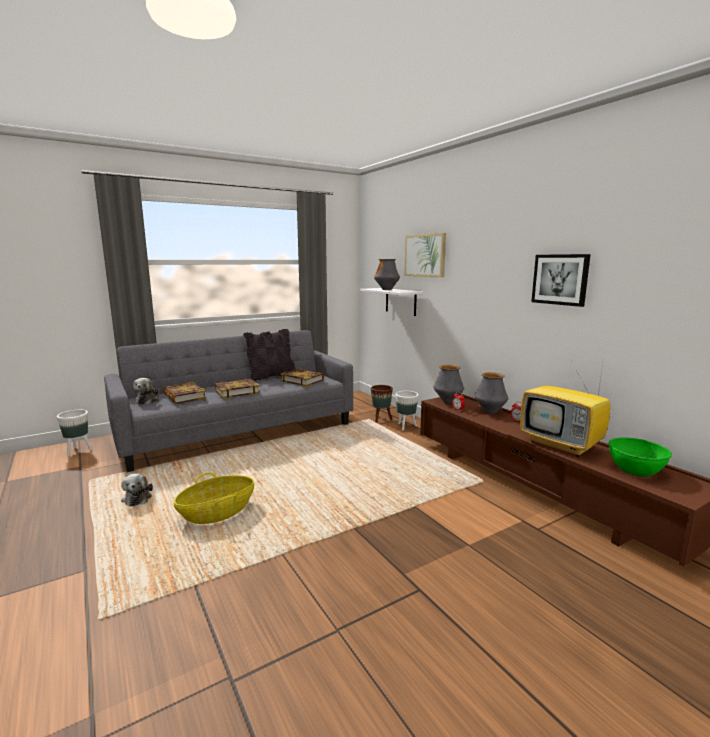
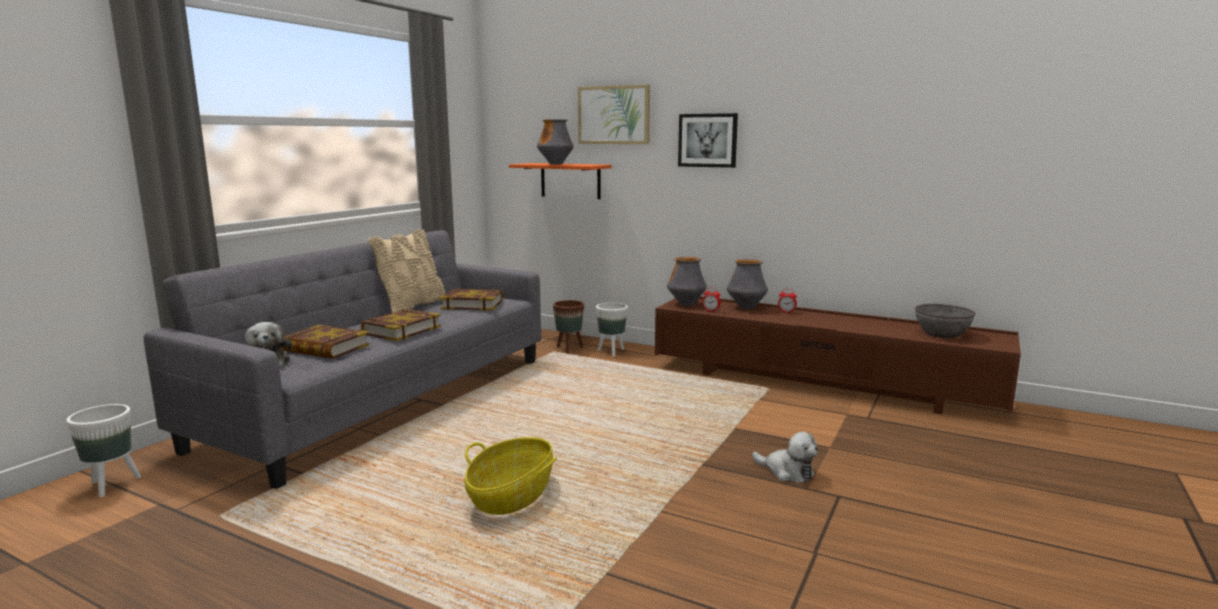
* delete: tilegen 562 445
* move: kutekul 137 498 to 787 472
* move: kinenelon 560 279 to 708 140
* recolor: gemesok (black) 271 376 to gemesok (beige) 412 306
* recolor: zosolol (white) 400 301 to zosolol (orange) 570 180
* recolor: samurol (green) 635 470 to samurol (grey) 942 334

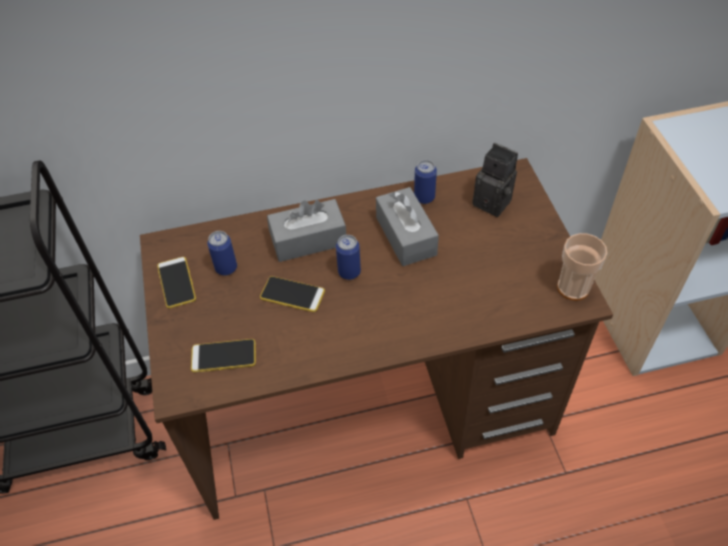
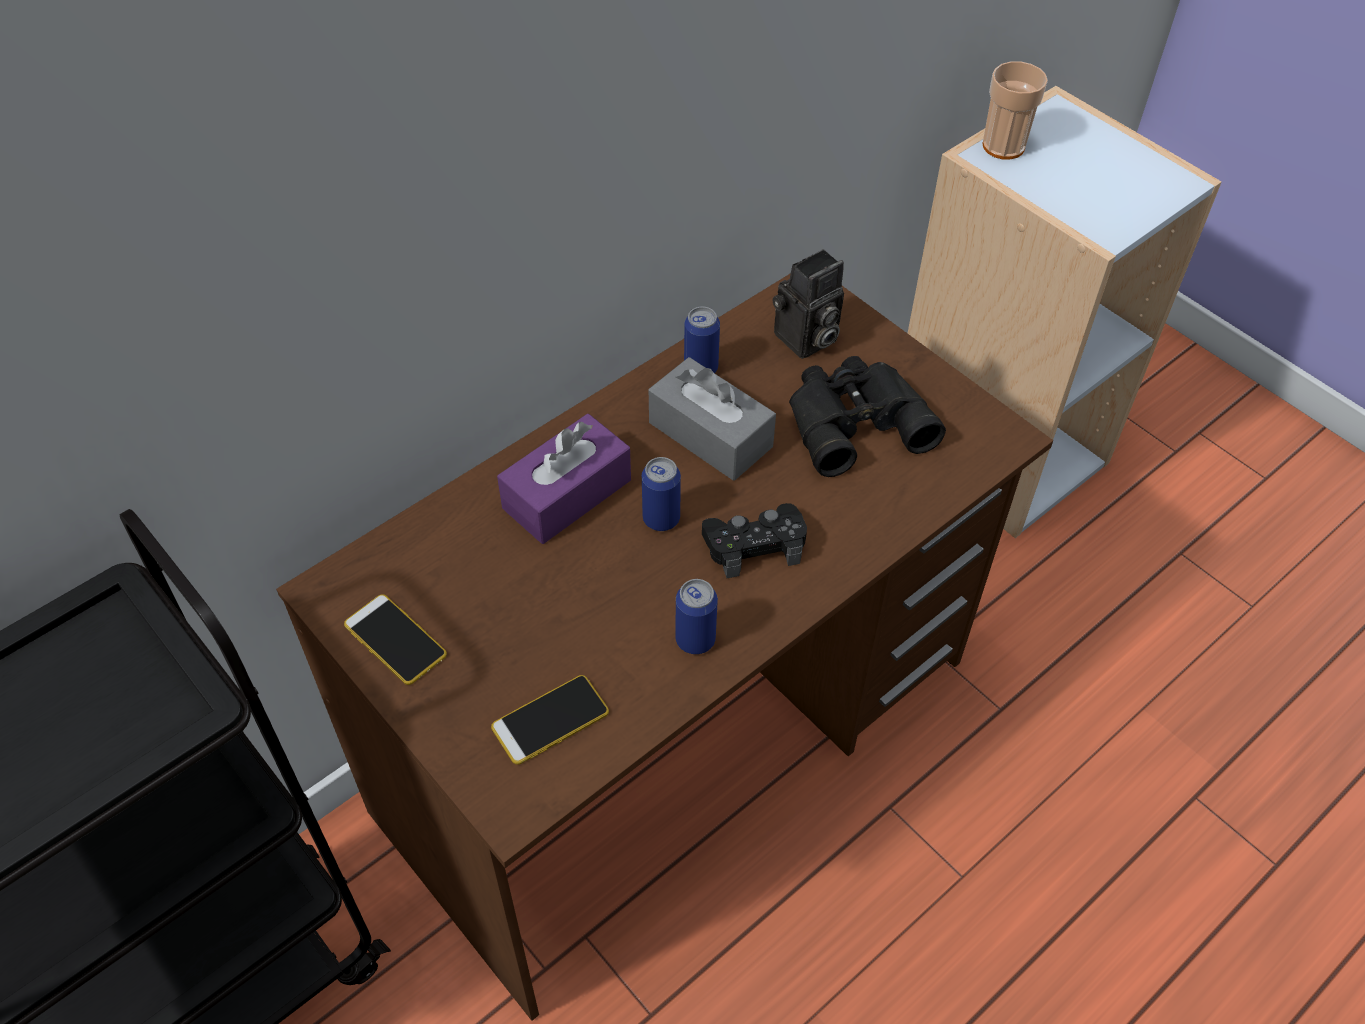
* delete: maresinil 292 294
* insert: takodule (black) 754 545
* insert: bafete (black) 853 420
* move: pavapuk 226 268 to 695 640
* move: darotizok 573 287 to 1003 146
* recolor: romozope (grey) 308 240 to romozope (purple) 567 494
* rotate: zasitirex 495 202 = 805 340 135 degrees clockwise

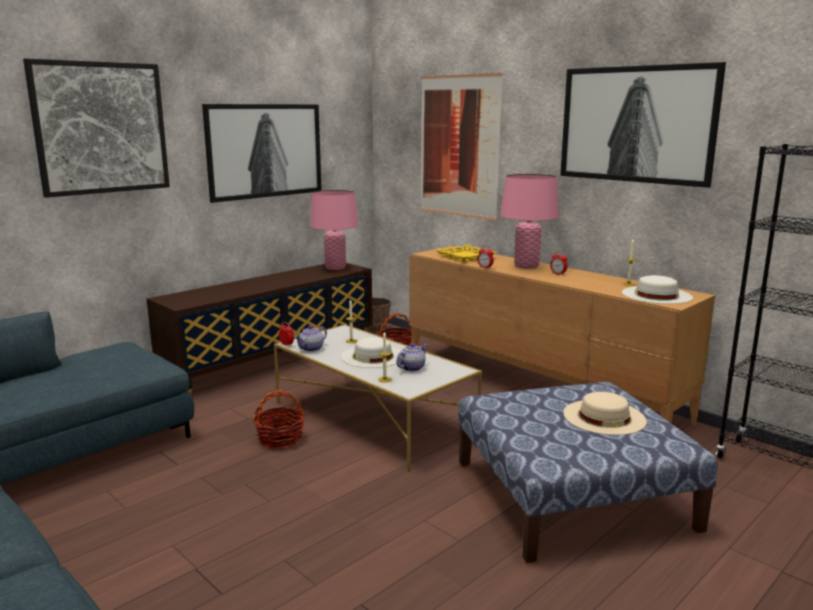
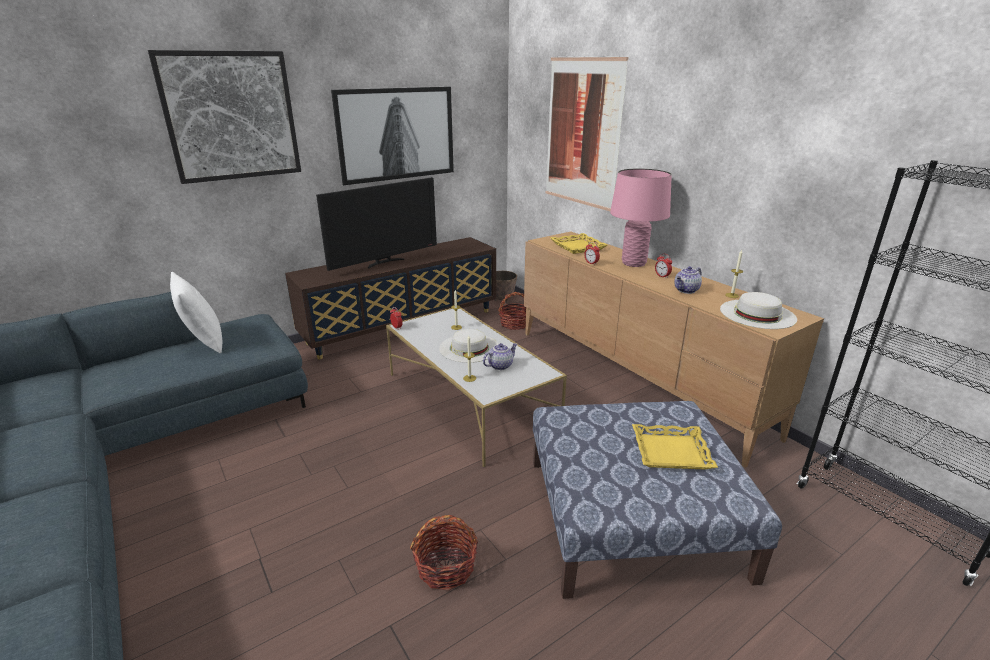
* delete: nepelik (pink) 335 268
* delete: kinenelon 635 124
* insert: gemesok (white) 204 342
* insert: tilegen 384 262
* move: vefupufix 280 439 to 446 567
* move: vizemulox 311 349 to 686 290
* replace: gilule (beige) 604 417 to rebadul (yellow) 671 451

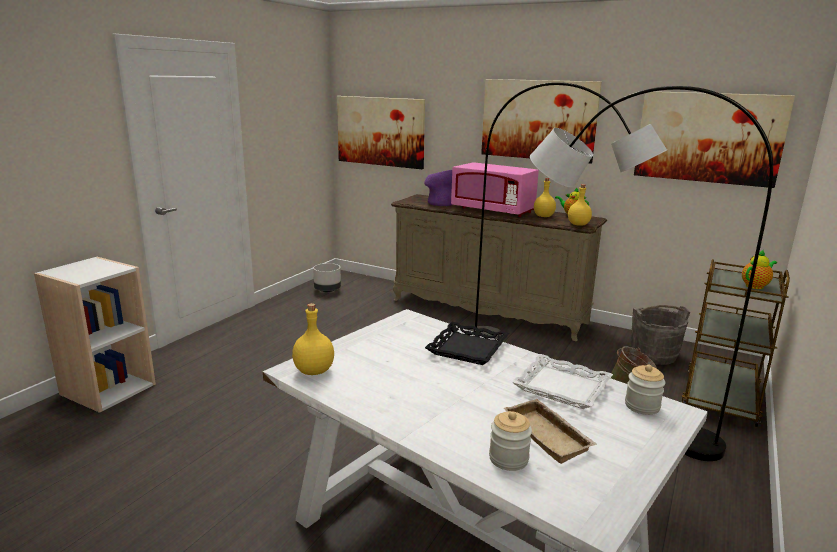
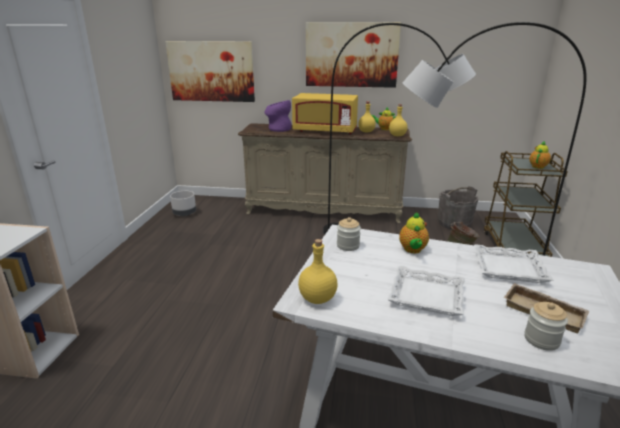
* delete: kinenelon 708 138
* insert: rebadul (white) 426 295
* move: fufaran 642 406 to 348 246
* replace: rebadul (black) 467 348 to vizemulox 412 250
* recolor: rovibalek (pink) 493 210 to rovibalek (yellow) 325 131

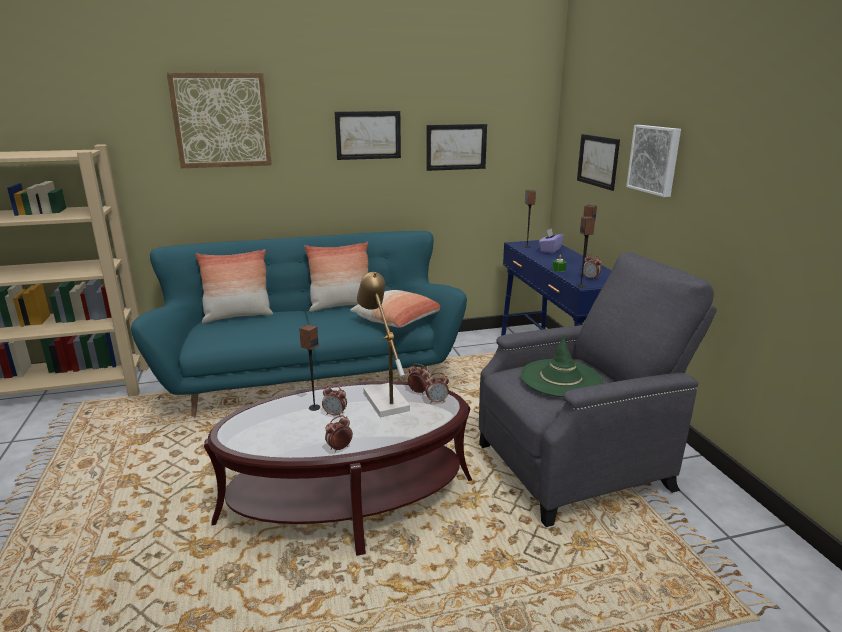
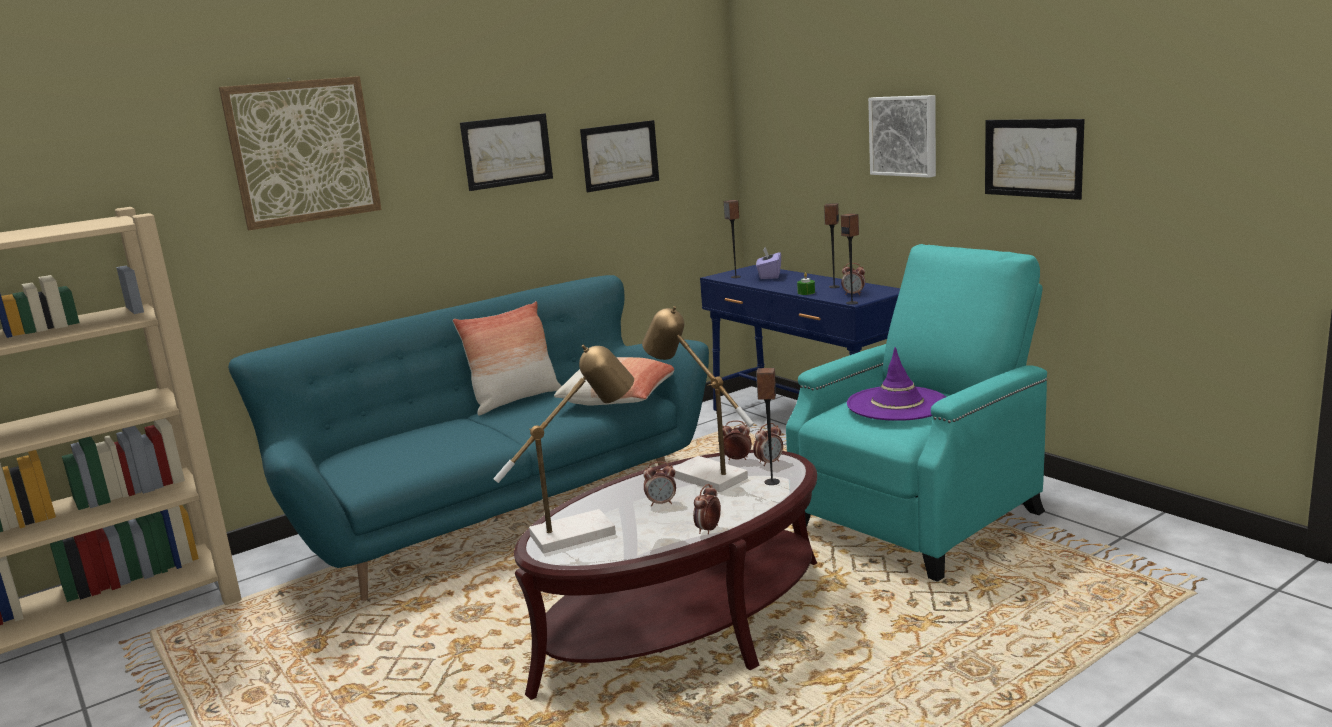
* delete: gemesok 238 316
* insert: nepelik 583 531
* move: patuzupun 314 407 to 771 482
* move: kinenelon 598 161 to 1033 158
* recolor: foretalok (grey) 579 465 to foretalok (turquoise) 924 517
* recolor: gilule (green) 561 378 to gilule (purple) 897 404

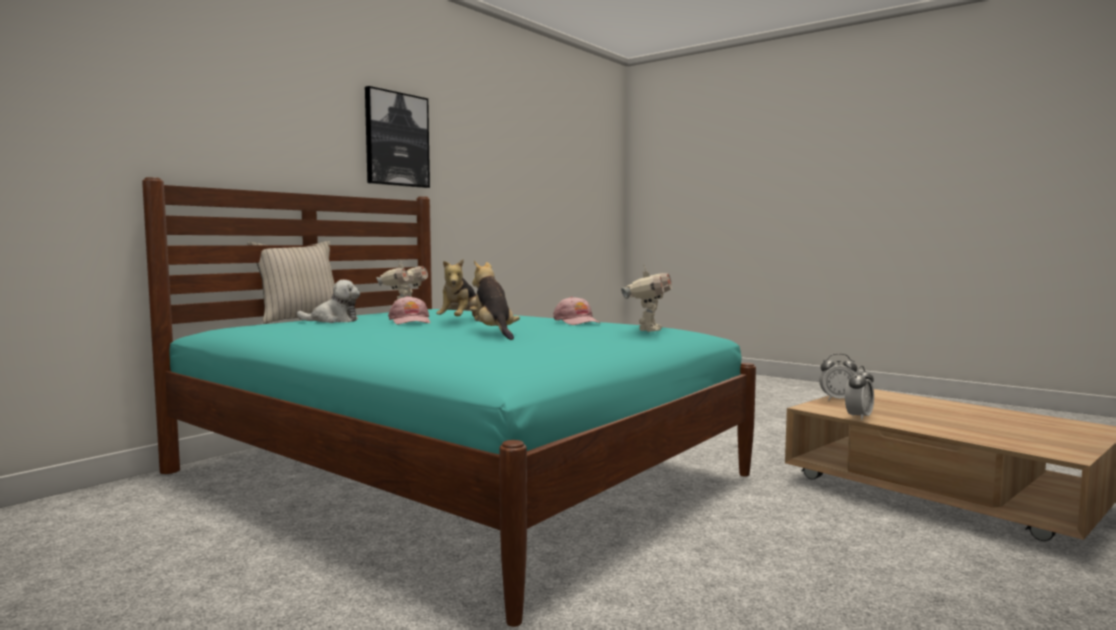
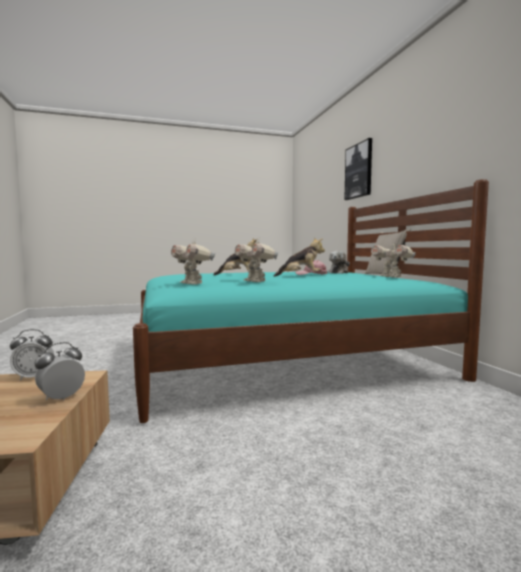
* move: kinenelon 396 139 to 359 171
* replace: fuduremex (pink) 577 322 to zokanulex 255 281
* rotate: kutekul 461 321 = 300 276 135 degrees clockwise
* rotate: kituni 858 417 = 34 377 90 degrees counterclockwise

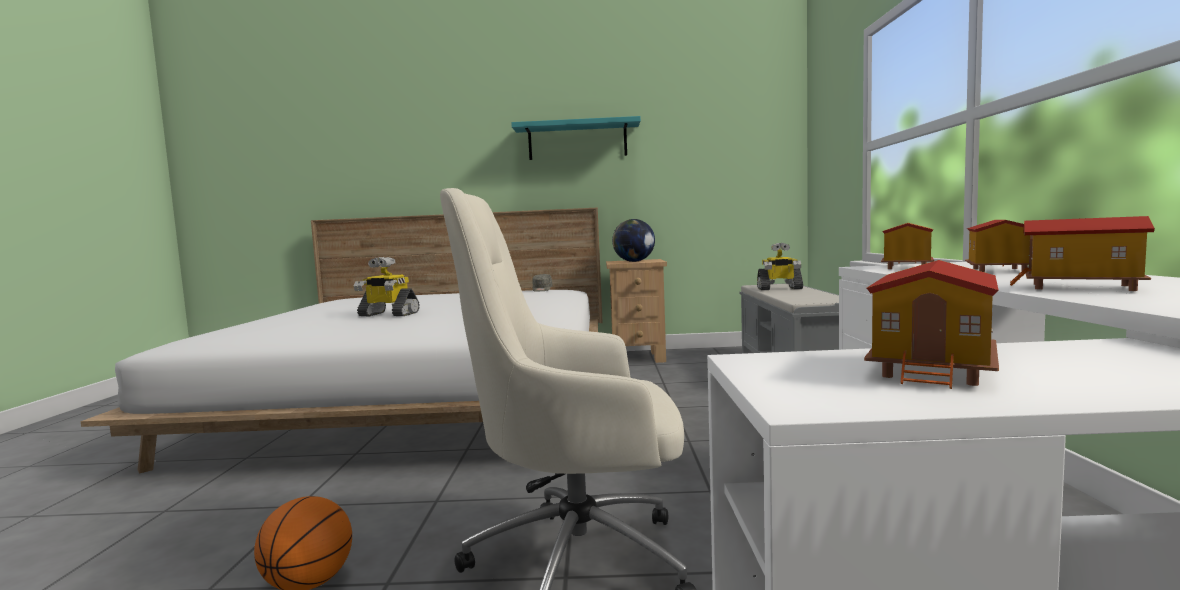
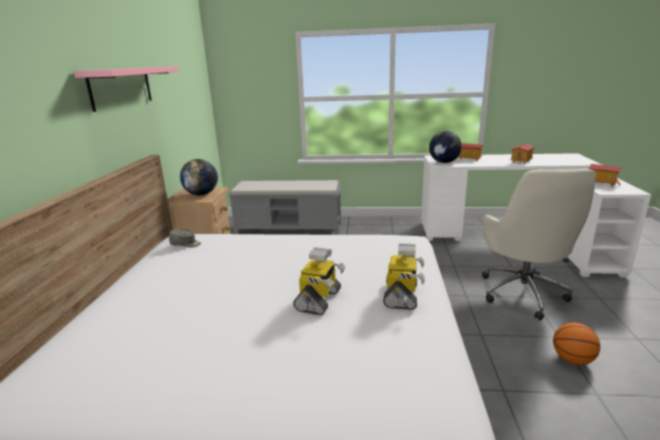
* move: zokanulex 779 288 to 402 296
* replace: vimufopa 905 267 to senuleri 444 162
* recolor: zosolol (turquoise) 577 141 to zosolol (pink) 121 87

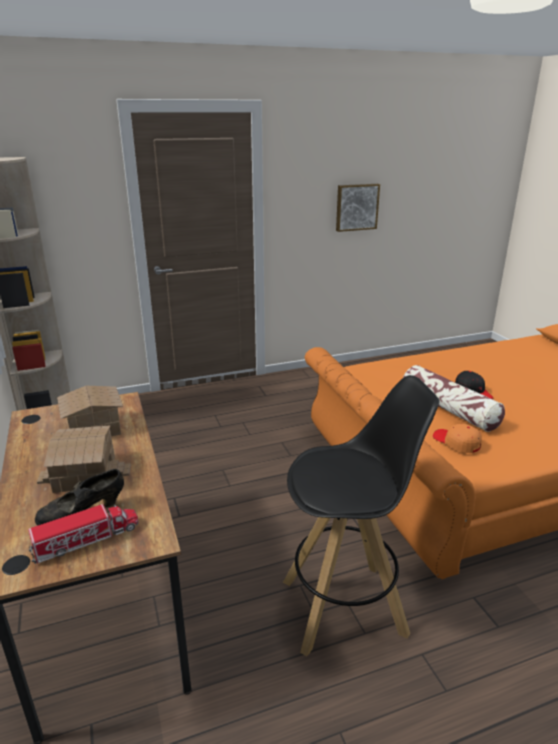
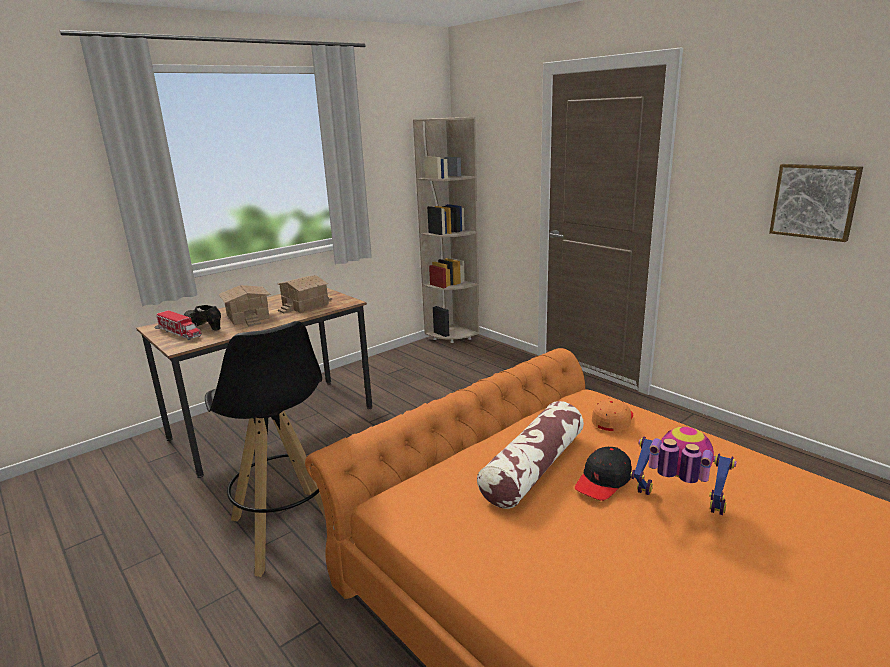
* insert: zokanulex 676 508
* move: fuduremex (orange) 456 442 to 612 420

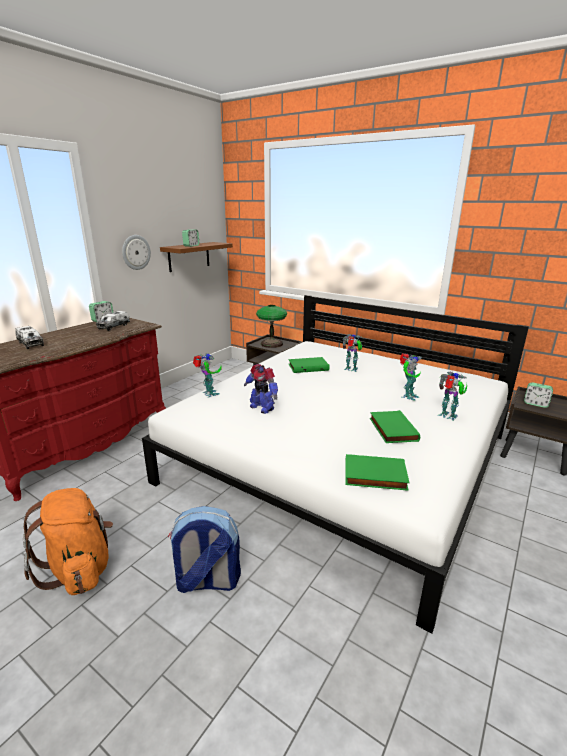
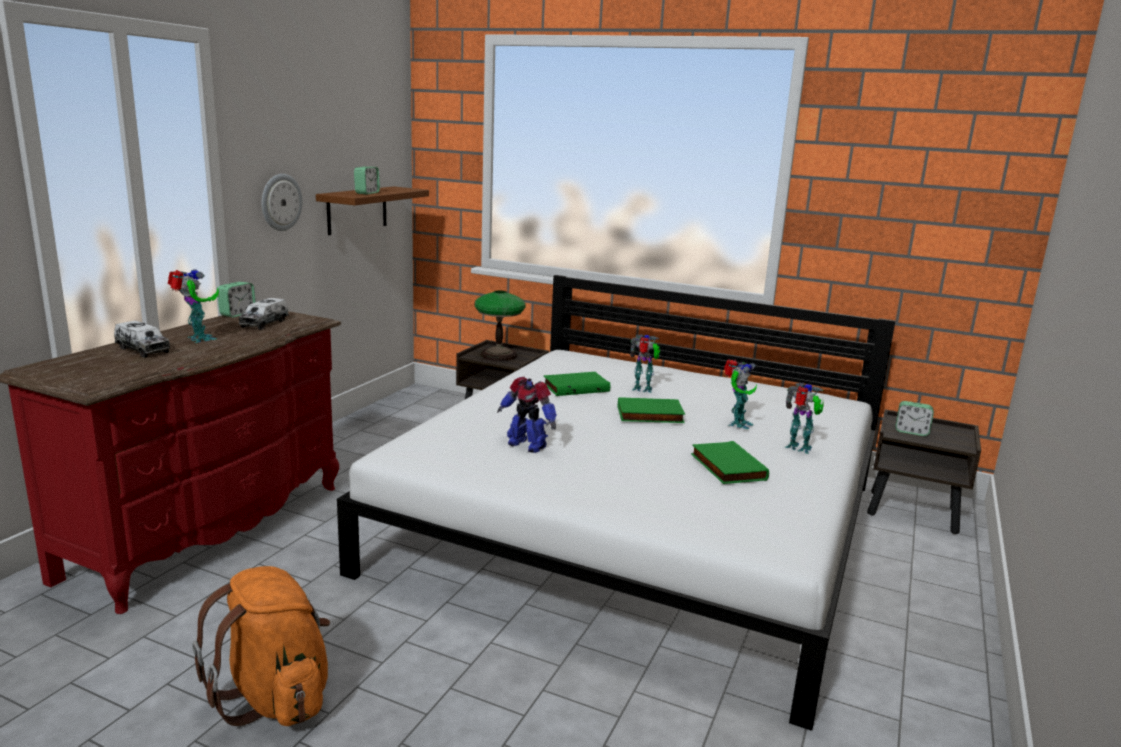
* delete: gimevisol 207 581
* move: zokanulex 209 394 to 198 339
* move: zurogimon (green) 374 476 to 649 415

